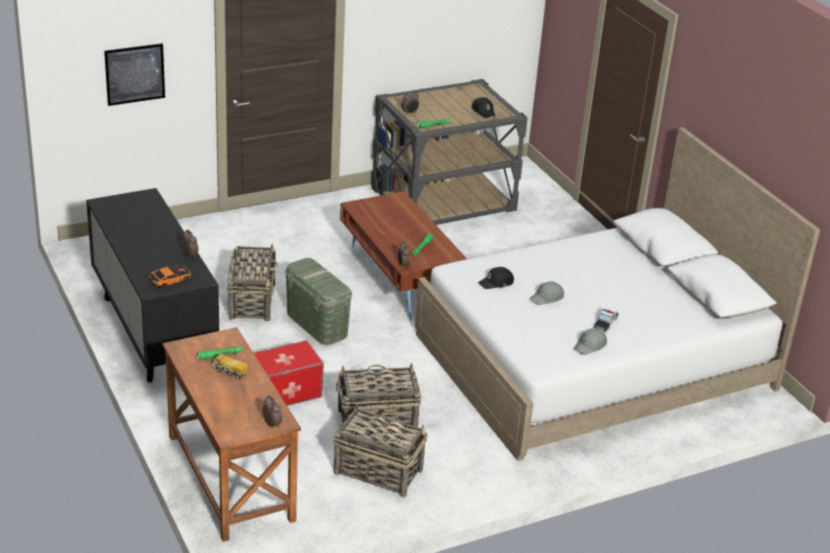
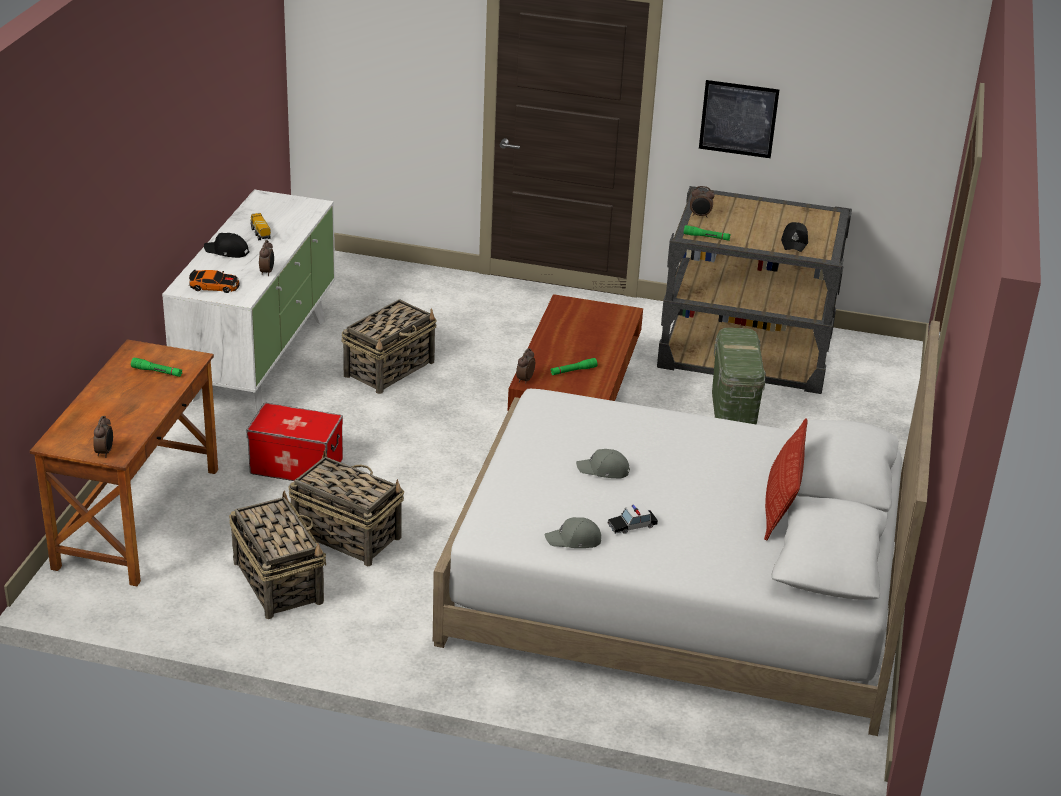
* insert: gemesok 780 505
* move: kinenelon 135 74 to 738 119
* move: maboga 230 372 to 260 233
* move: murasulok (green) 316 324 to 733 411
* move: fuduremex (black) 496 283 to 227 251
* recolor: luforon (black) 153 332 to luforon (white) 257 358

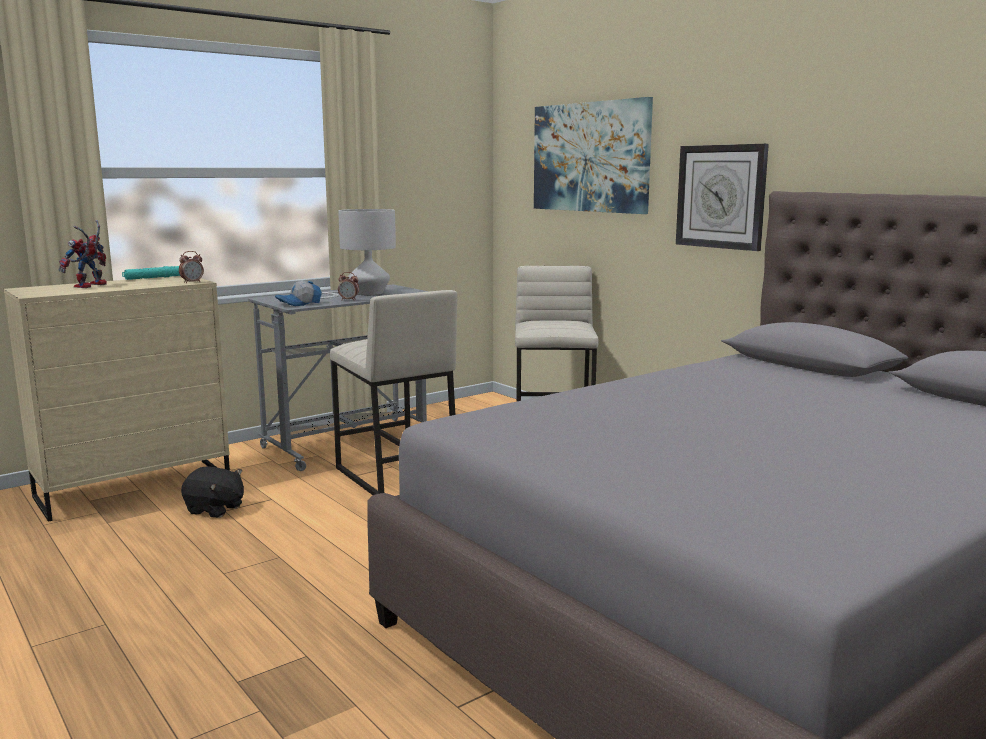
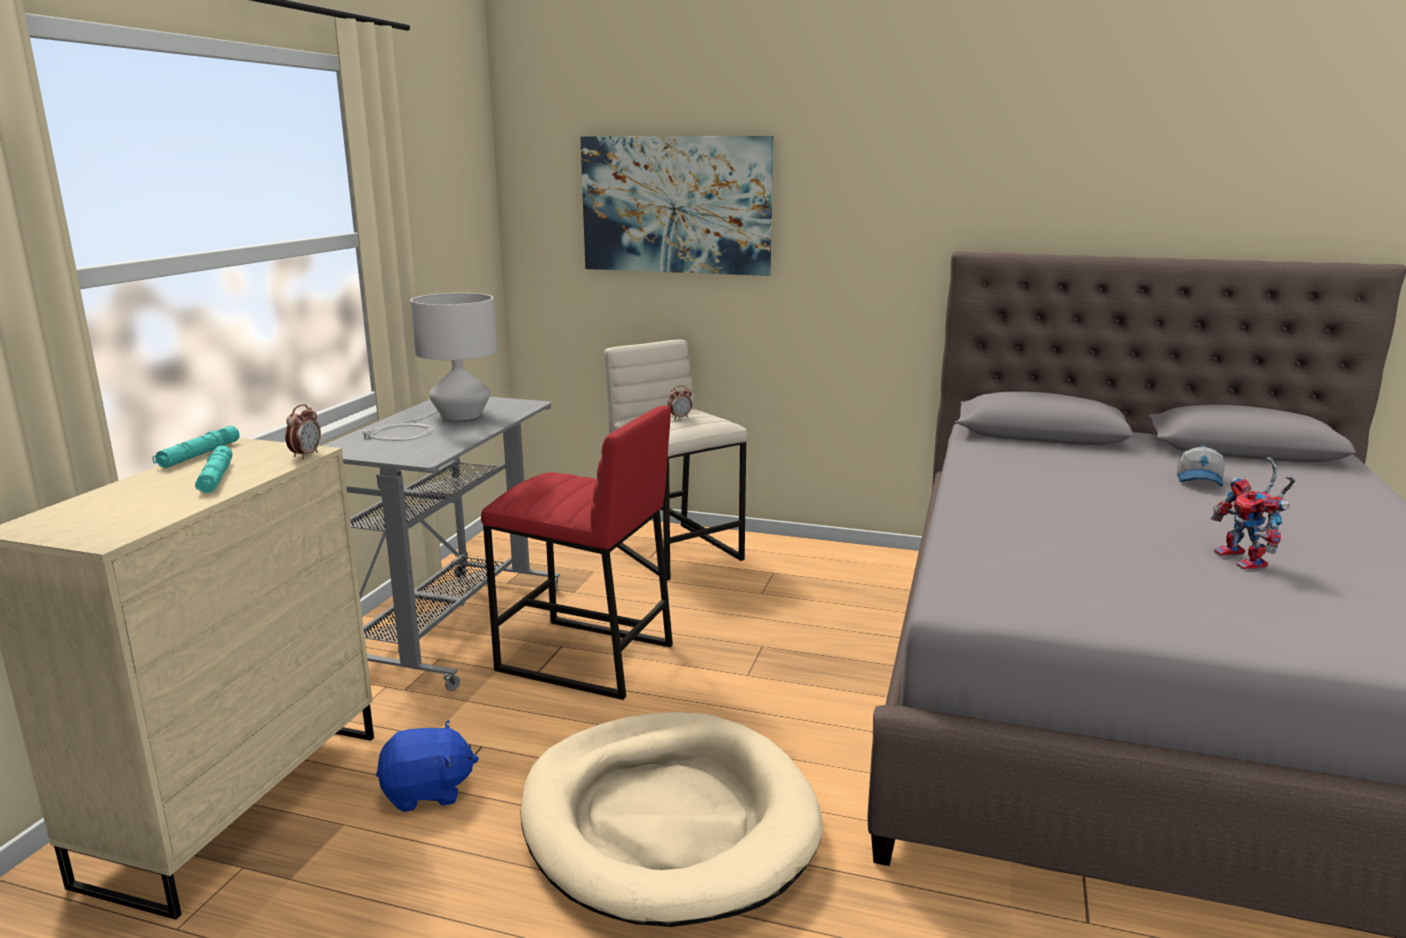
* delete: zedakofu 721 196
* insert: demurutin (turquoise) 216 478
* insert: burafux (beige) 667 822
* move: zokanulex 90 286 to 1247 561
* move: fuduremex 299 304 to 1200 480
* move: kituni 349 300 to 680 417
* recolor: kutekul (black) 215 509 to kutekul (blue) 427 792
* recolor: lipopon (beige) 396 475 to lipopon (red) 585 657

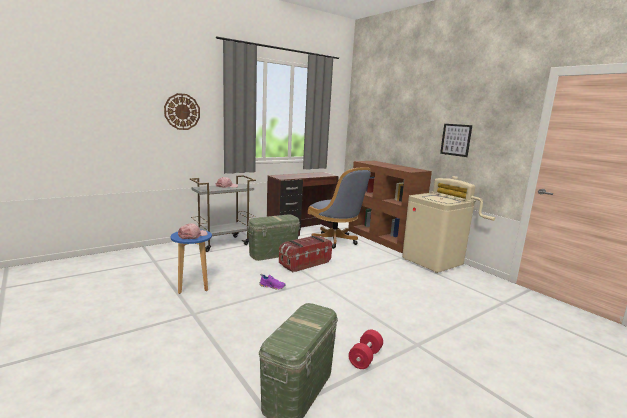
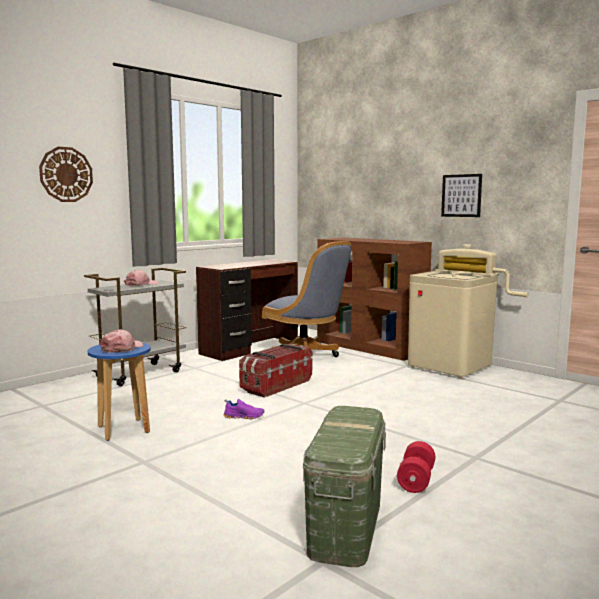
* delete: murasulok (green) 273 254

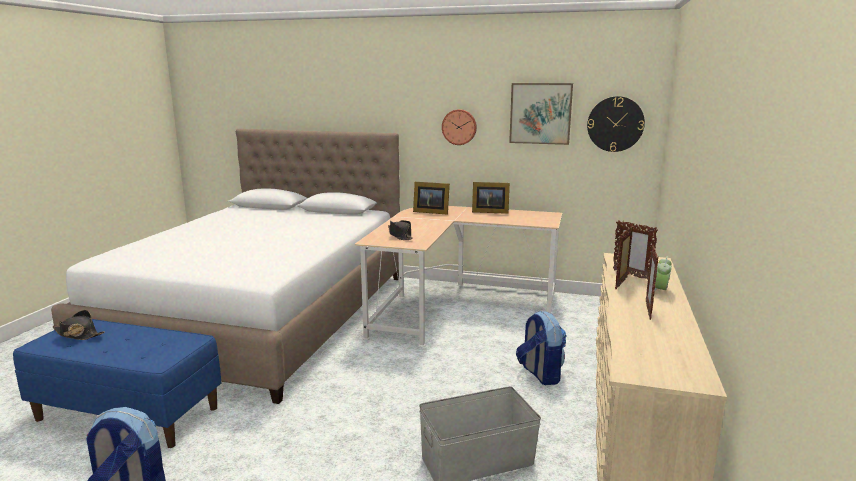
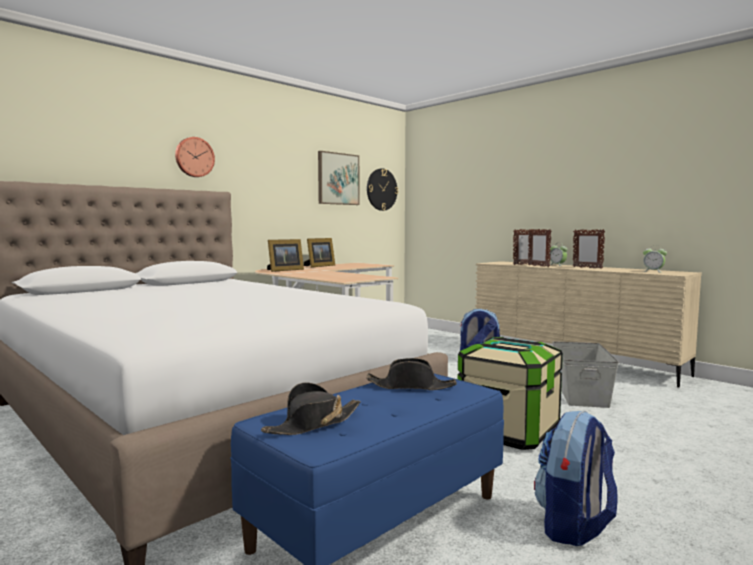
* insert: murasulok 508 431
* insert: kituni 653 271
* move: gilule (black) 400 235 to 411 386
* move: zedakofu 459 127 to 194 157

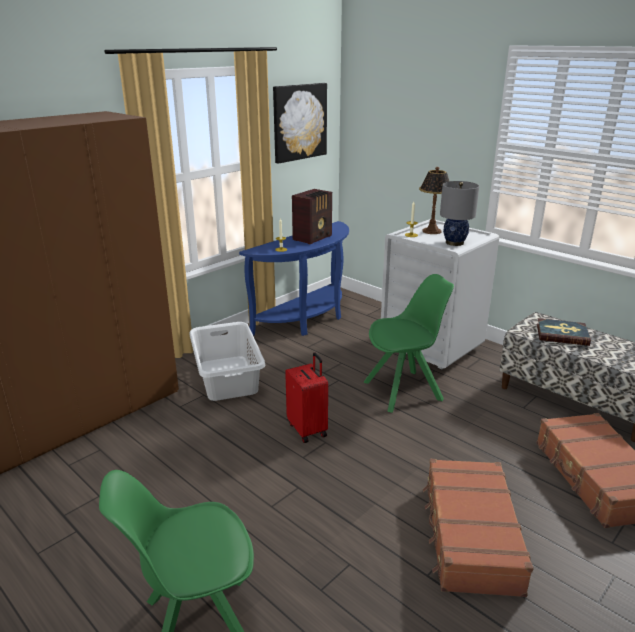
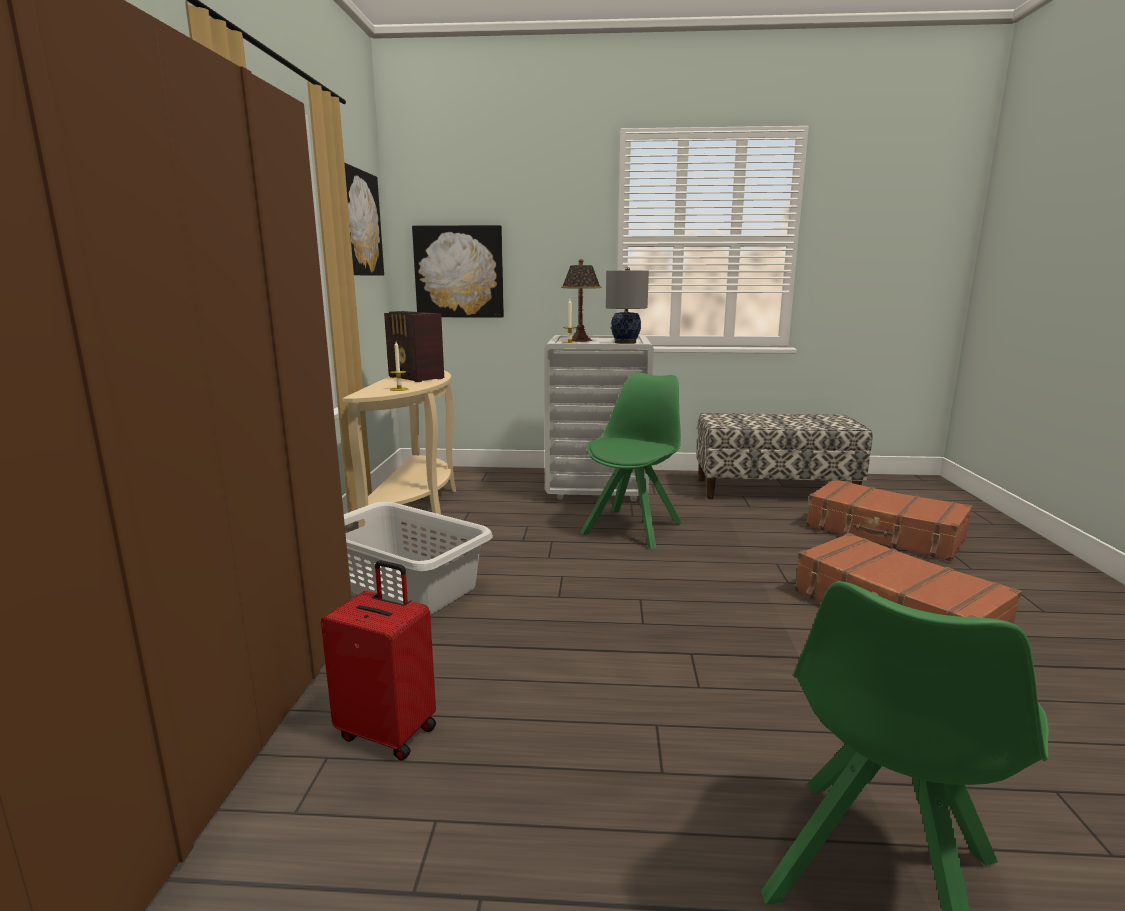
* delete: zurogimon 562 334
* insert: kinenelon 459 272
* move: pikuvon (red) 308 429 to 389 731
* recolor: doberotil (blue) 306 320 to doberotil (beige) 416 502
* rotate: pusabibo 313 238 = 416 378 135 degrees clockwise

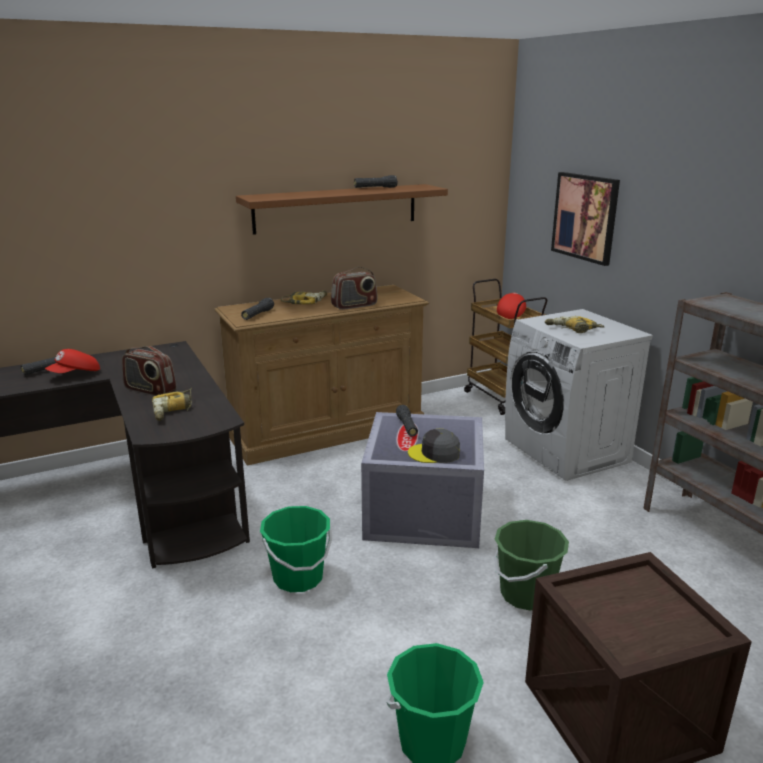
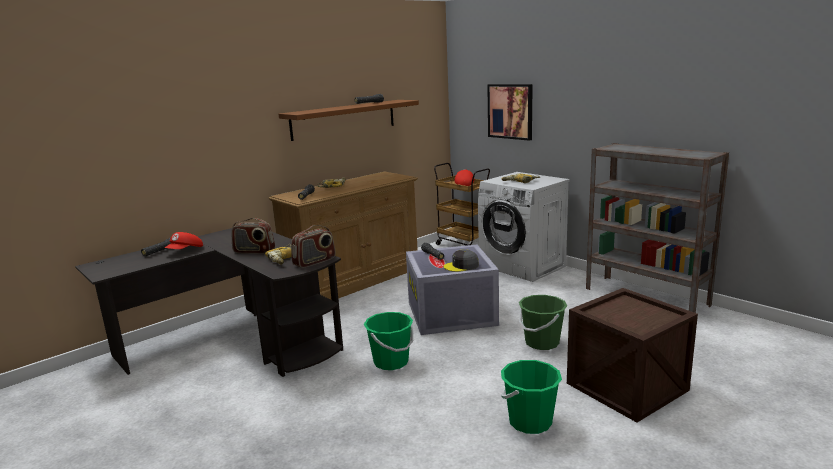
* move: pusabibo 354 306 to 314 262

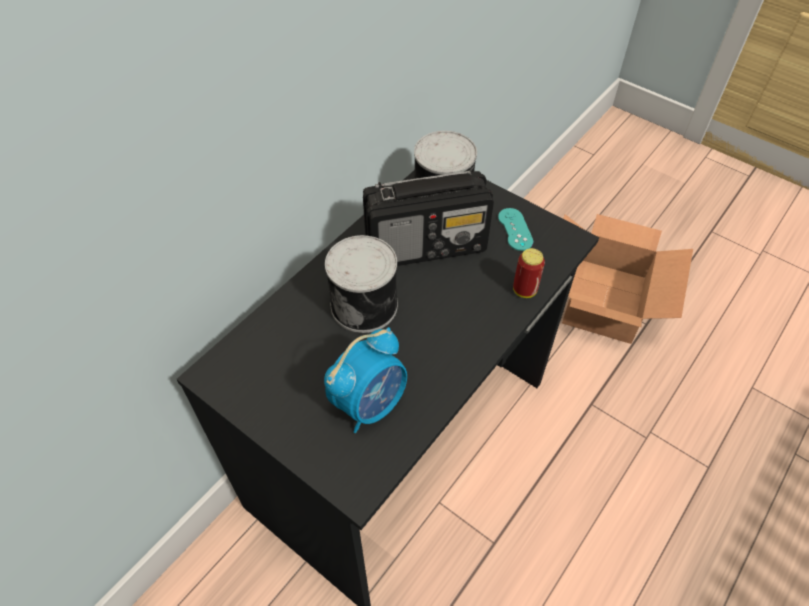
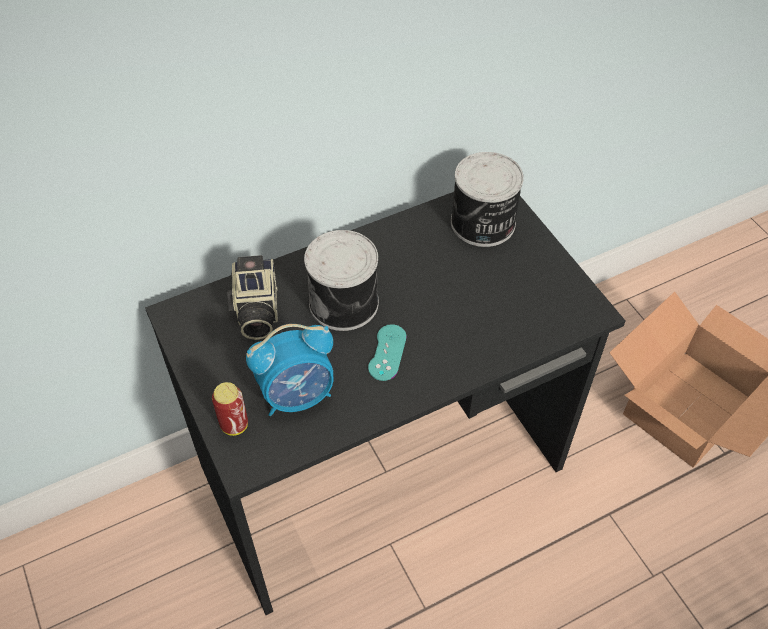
* delete: pusabibo 427 246
* insert: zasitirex 255 311
* move: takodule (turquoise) 515 229 to 387 352
* move: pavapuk 524 290 to 234 425

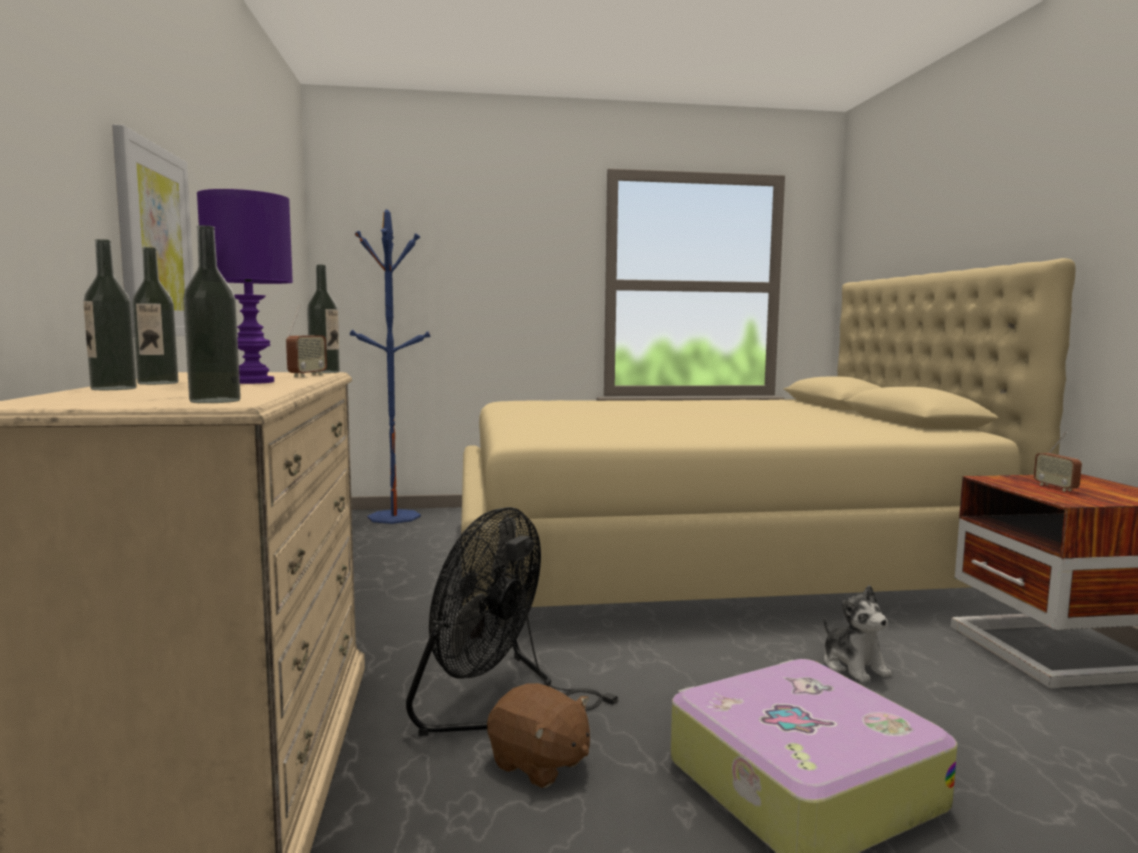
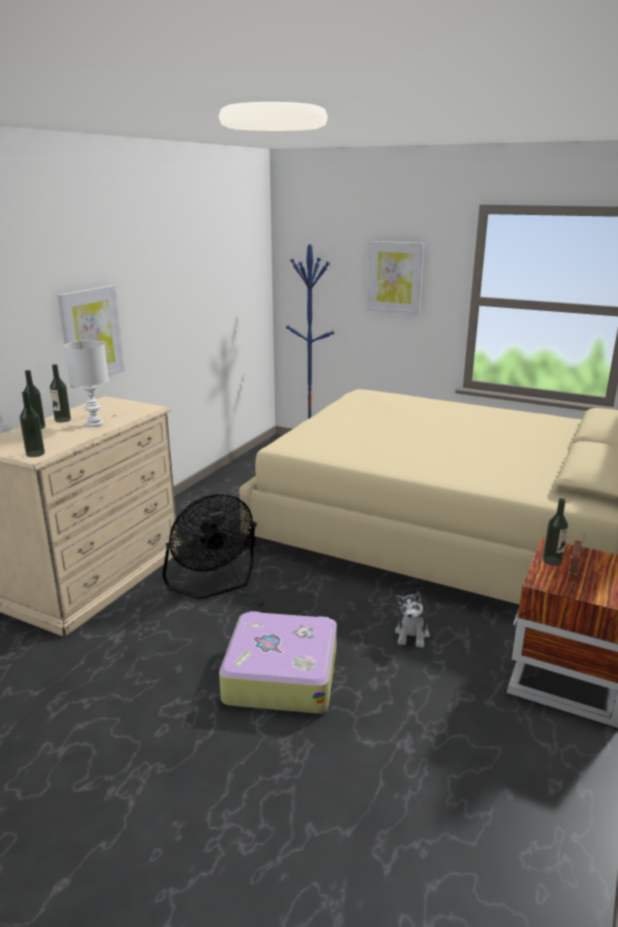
* delete: pusabibo 307 375
* delete: kutekul (brown) 539 764
* insert: kinenelon 395 277
* move: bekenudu 324 372 to 552 561
* recolor: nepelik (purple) 251 382 to nepelik (white) 93 424

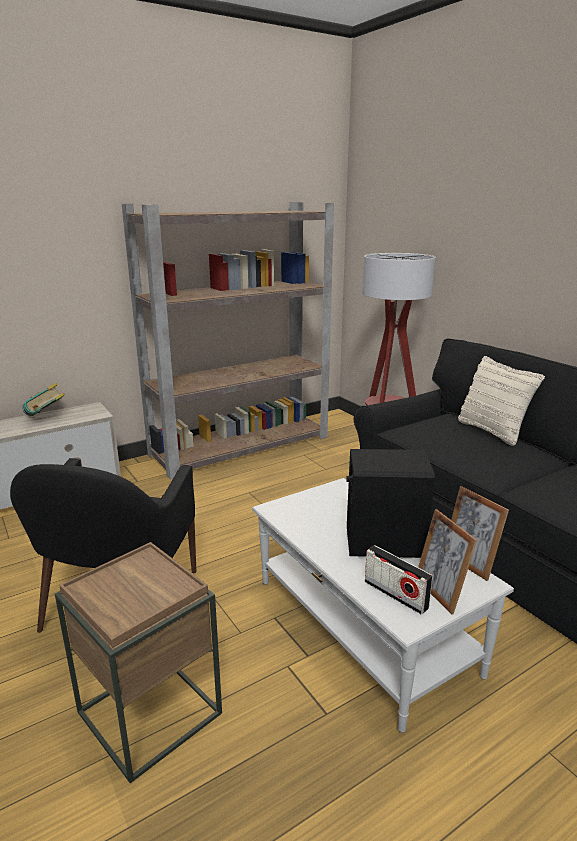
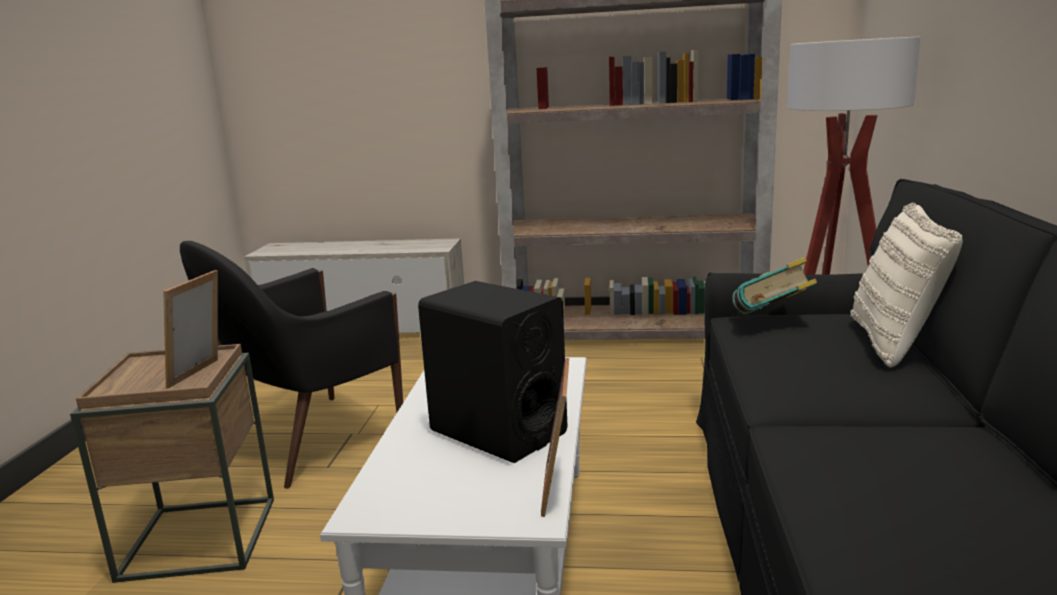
* delete: pusabibo 395 594
* move: zurogimon 46 417 to 771 321
* move: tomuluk 439 593 to 201 374

